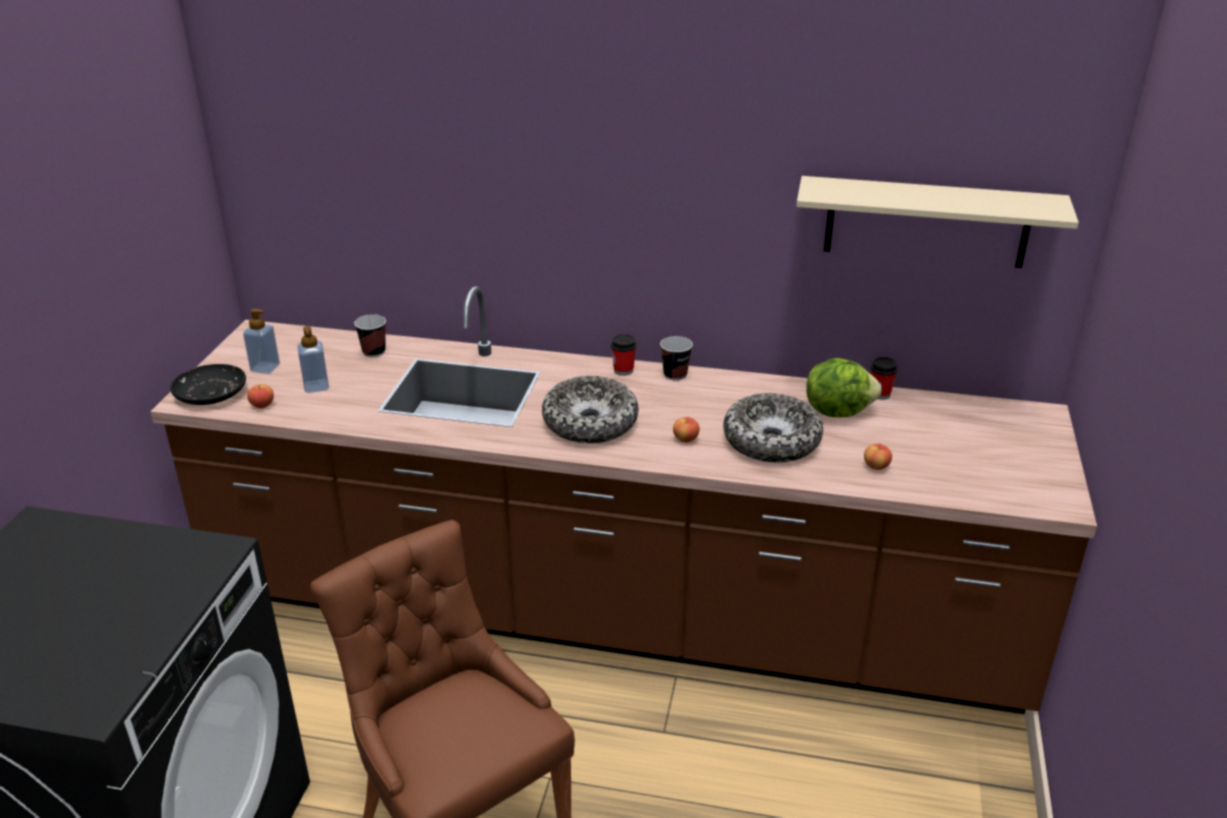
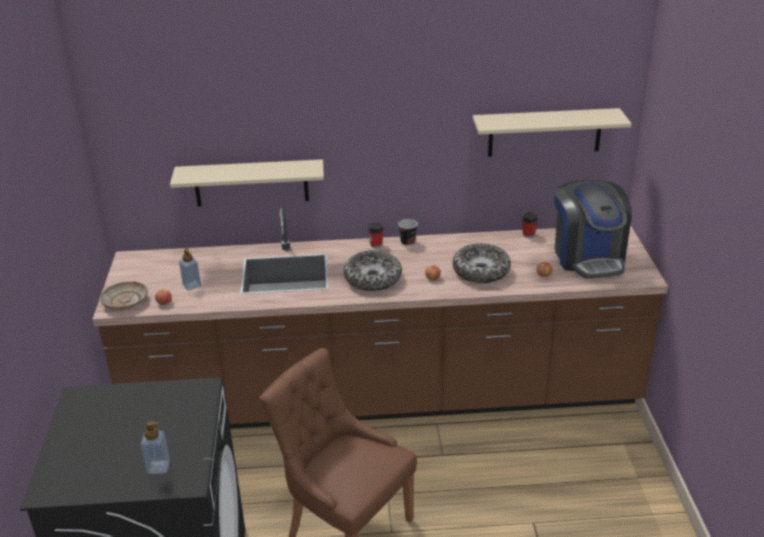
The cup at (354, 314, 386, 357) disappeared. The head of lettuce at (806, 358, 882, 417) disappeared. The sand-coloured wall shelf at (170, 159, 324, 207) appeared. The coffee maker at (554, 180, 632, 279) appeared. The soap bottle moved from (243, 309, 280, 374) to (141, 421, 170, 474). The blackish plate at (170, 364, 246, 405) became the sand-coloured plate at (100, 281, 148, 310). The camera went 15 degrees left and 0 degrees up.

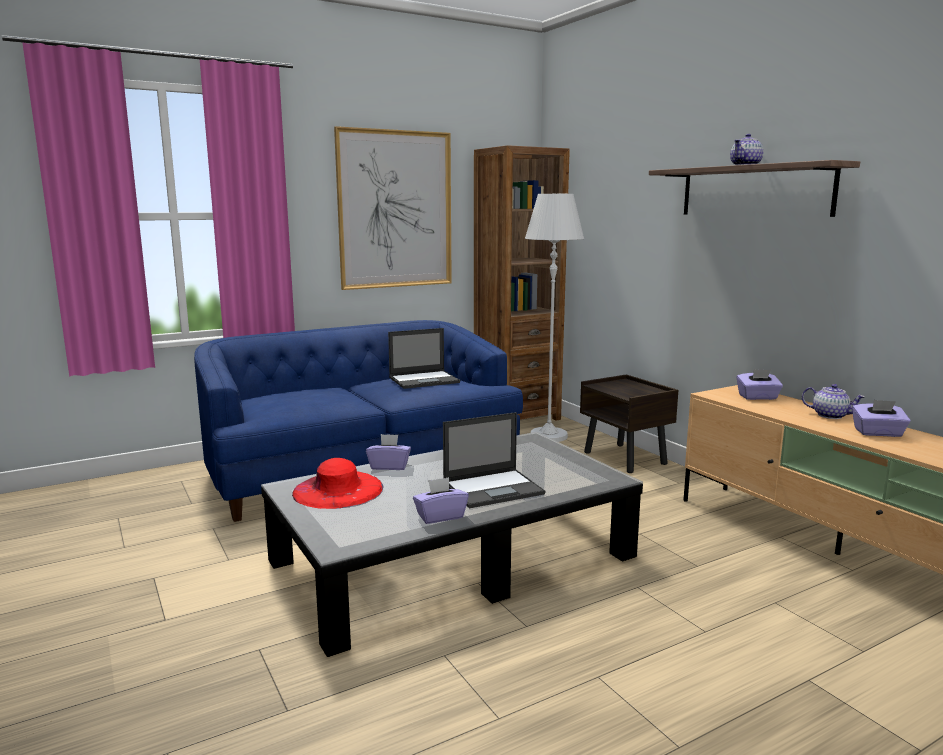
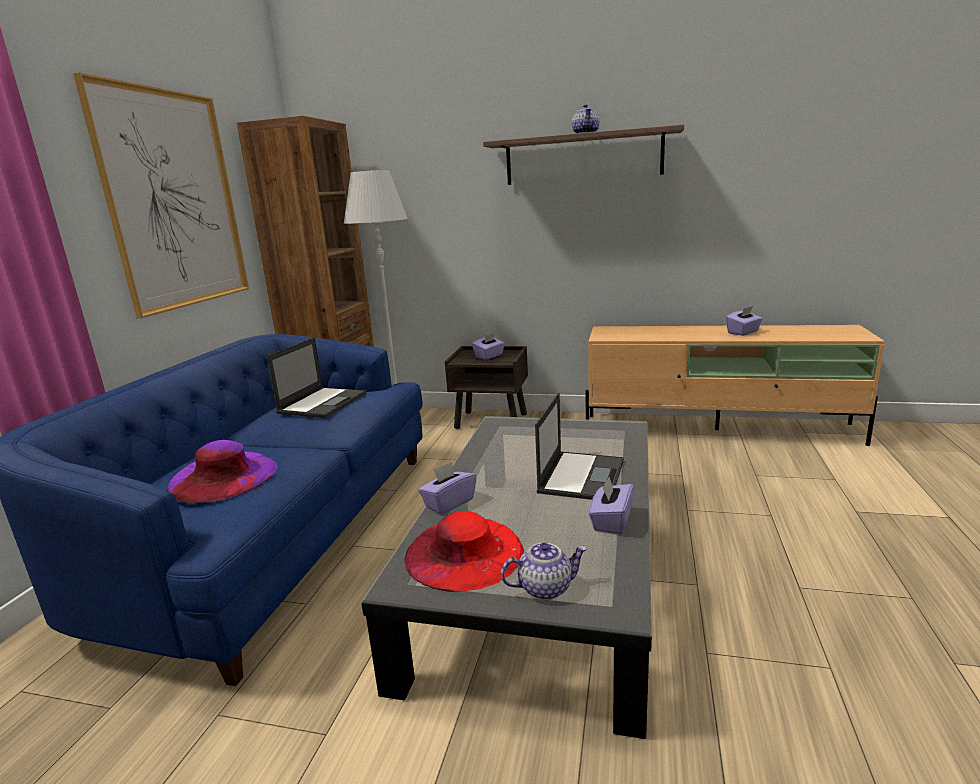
The purplish clothing hat at (167, 440, 277, 503) appeared. The purplish box of tissues moved from (736, 369, 783, 400) to (472, 333, 505, 360). The teapot moved from (802, 384, 865, 419) to (501, 543, 587, 600). The camera went 45 degrees left and 5 degrees up.

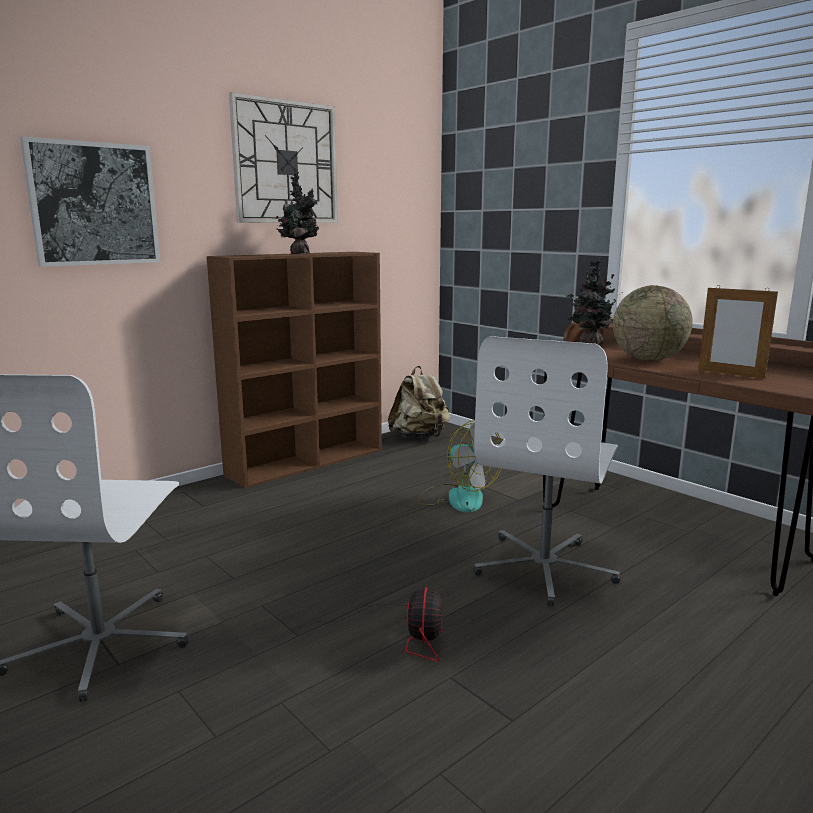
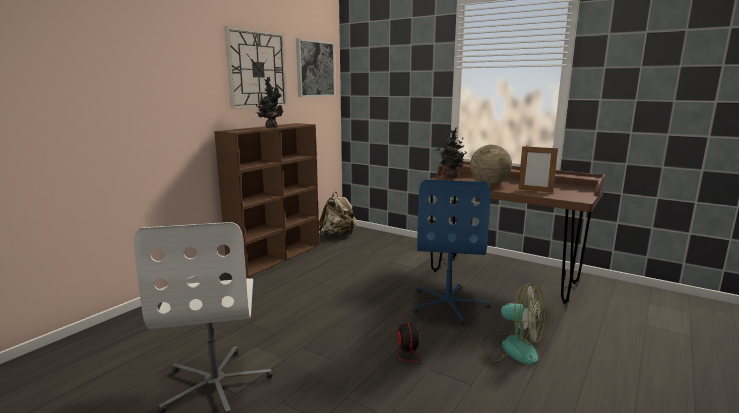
The wall art moved from (20, 136, 161, 267) to (296, 38, 335, 97). The cooling fan moved from (418, 420, 502, 512) to (478, 283, 545, 365). The whitish office chair at (473, 336, 621, 606) became the blue-coloured office chair at (412, 180, 491, 325). The camera went 15 degrees left and 0 degrees up.

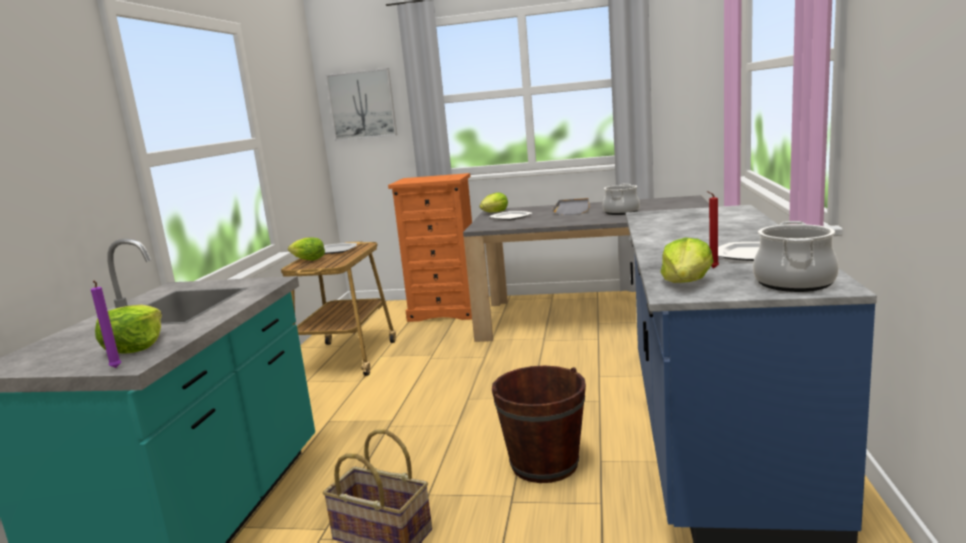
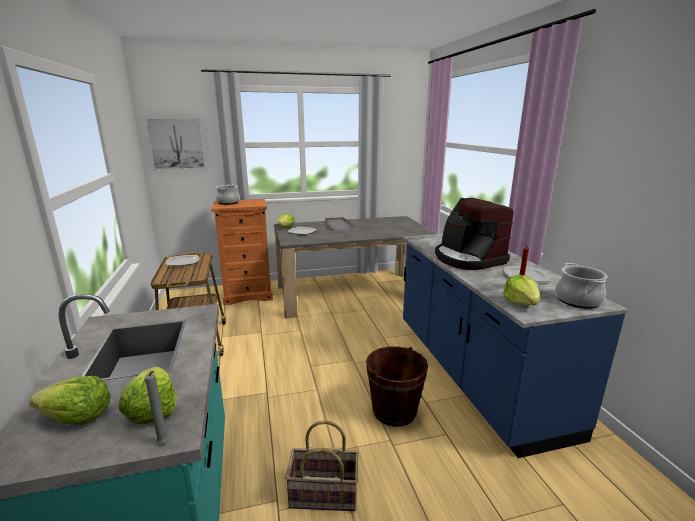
The coffee maker at (435, 198, 514, 270) appeared. The head of lettuce moved from (288, 237, 325, 261) to (29, 376, 111, 425). The cooking pot moved from (603, 183, 640, 215) to (215, 184, 240, 205). The purplish wax light at (91, 281, 121, 368) became the greyish wax light at (145, 371, 168, 443). The camera went 25 degrees left and 5 degrees up.

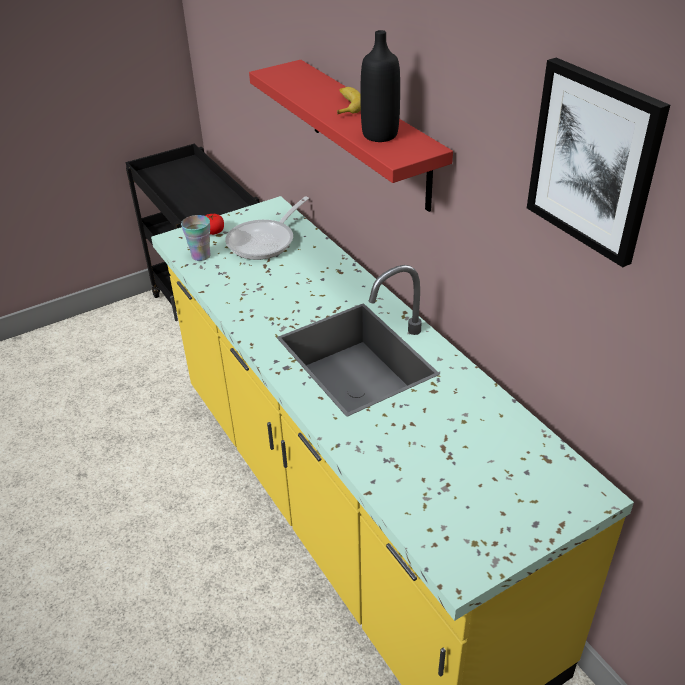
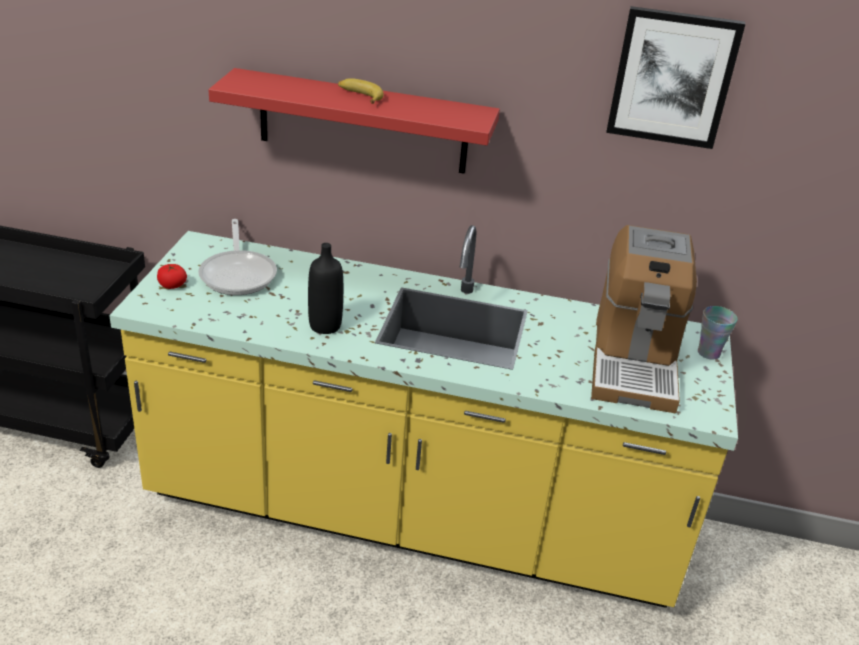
The coffee maker at (591, 225, 697, 413) appeared. The cup moved from (181, 215, 211, 261) to (698, 306, 737, 360). The blackish drink bottle moved from (360, 30, 400, 142) to (308, 243, 343, 334). The camera went 50 degrees left and 5 degrees down.

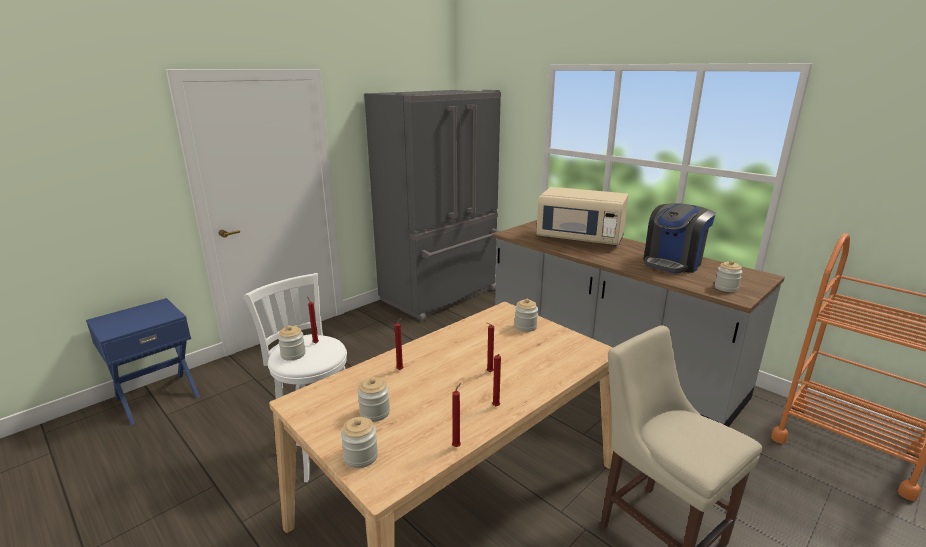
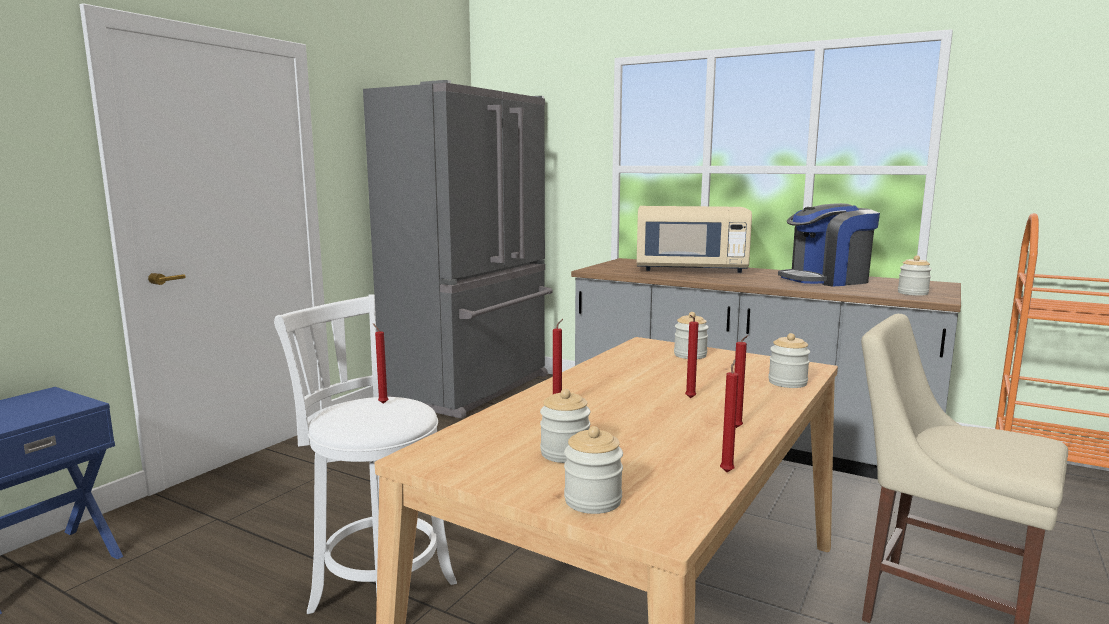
The preserve jar moved from (278, 325, 306, 361) to (768, 333, 810, 388). The coffee maker at (644, 203, 716, 273) turned 45 degrees clockwise. The camera went 15 degrees left and 10 degrees down.

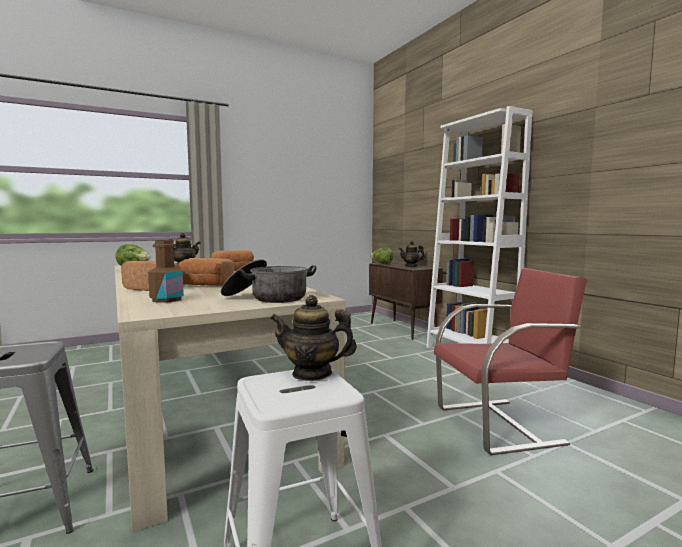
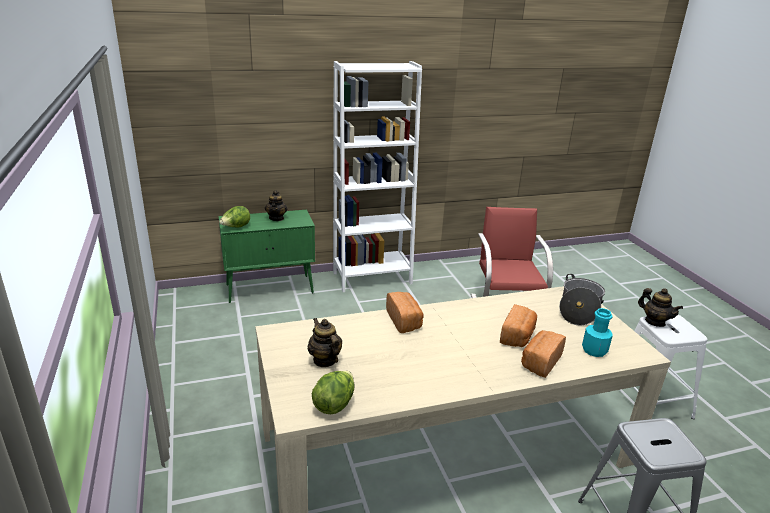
The brownish drink bottle at (148, 240, 184, 303) became the blue-green drink bottle at (582, 308, 613, 357). The brownish cupboard at (369, 262, 443, 340) became the green-coloured cupboard at (219, 210, 315, 303). The teapot at (270, 295, 357, 381) turned 60 degrees counterclockwise. The camera went 80 degrees left and 20 degrees up.

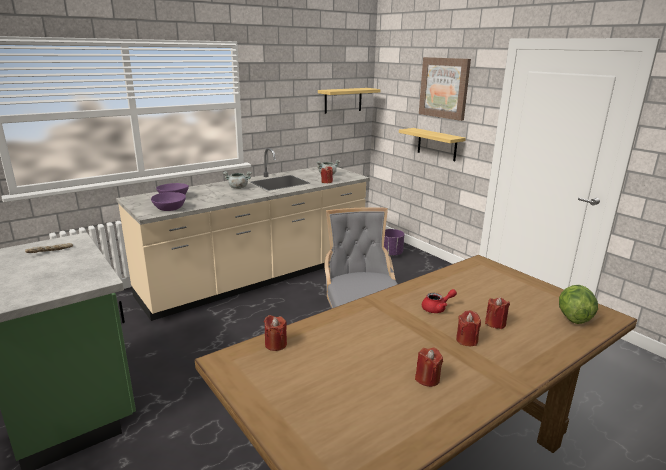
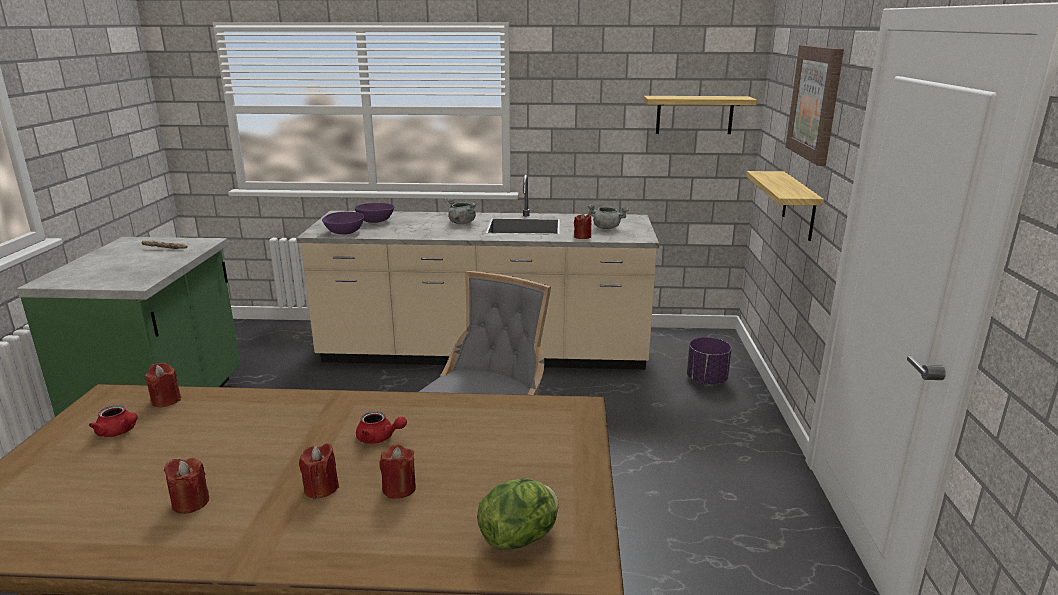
The red-coloured teapot at (89, 405, 138, 437) appeared. The camera went 40 degrees right and 0 degrees up.

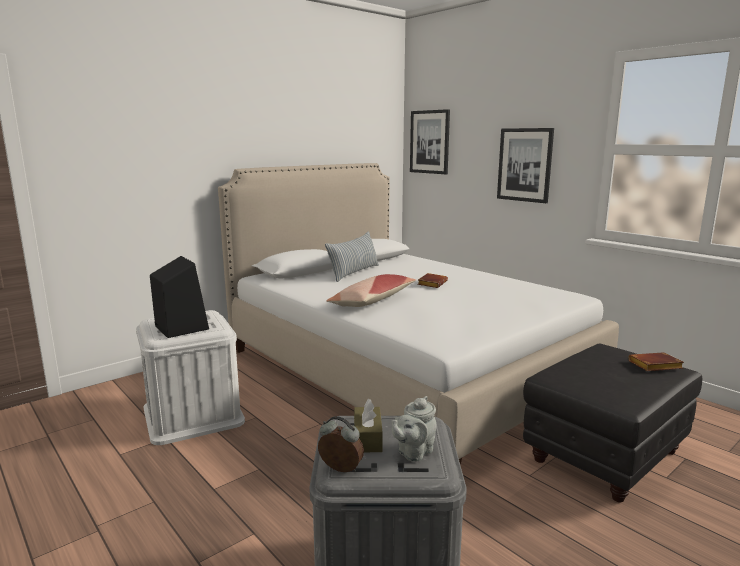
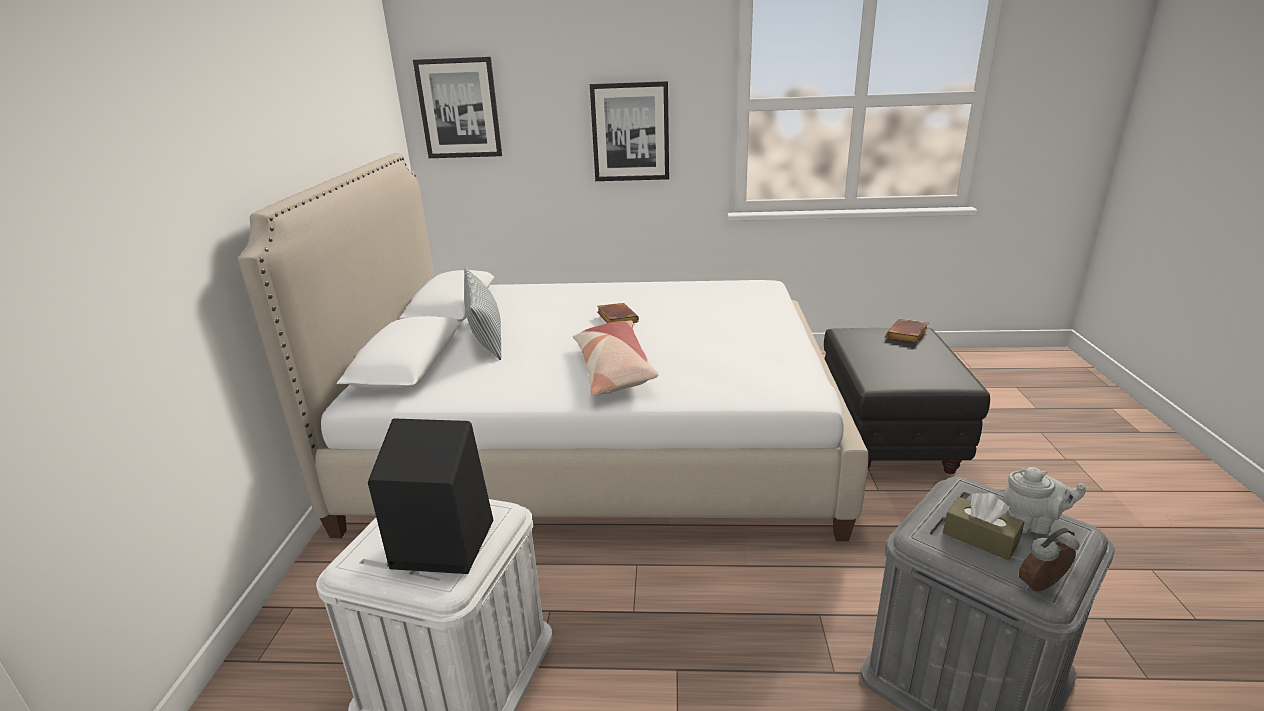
The greyish teapot at (392, 396, 436, 462) turned 75 degrees counterclockwise. The camera went 45 degrees left and 10 degrees up.

